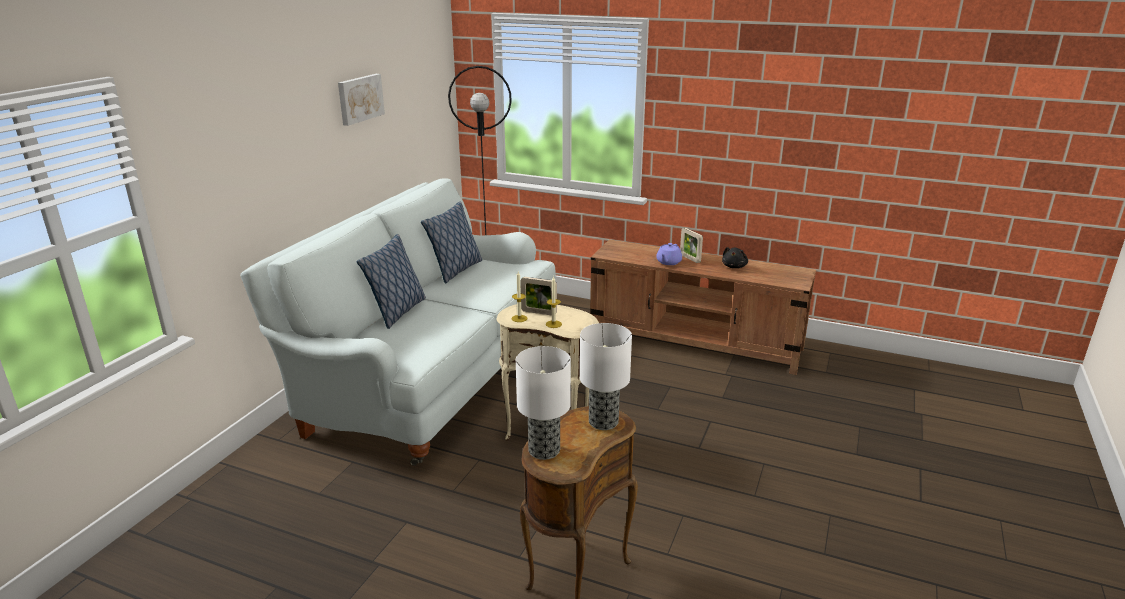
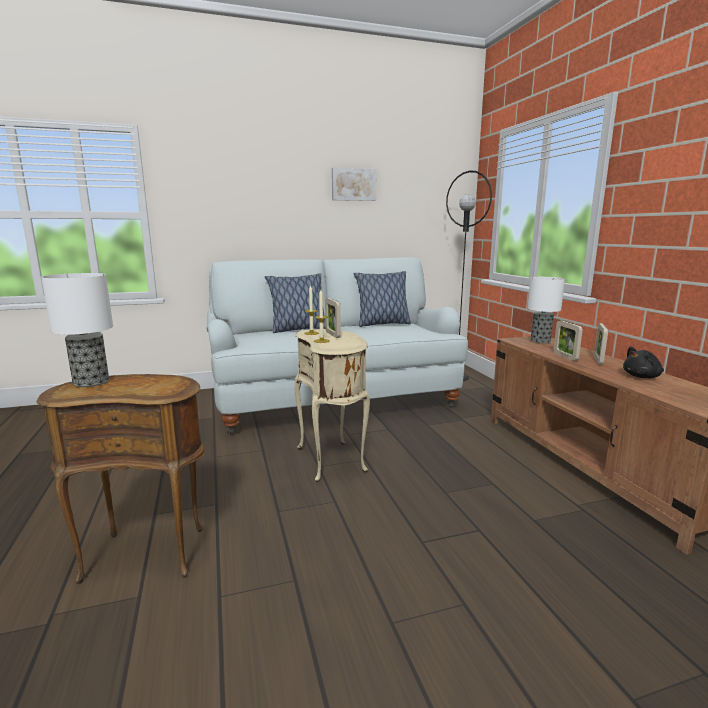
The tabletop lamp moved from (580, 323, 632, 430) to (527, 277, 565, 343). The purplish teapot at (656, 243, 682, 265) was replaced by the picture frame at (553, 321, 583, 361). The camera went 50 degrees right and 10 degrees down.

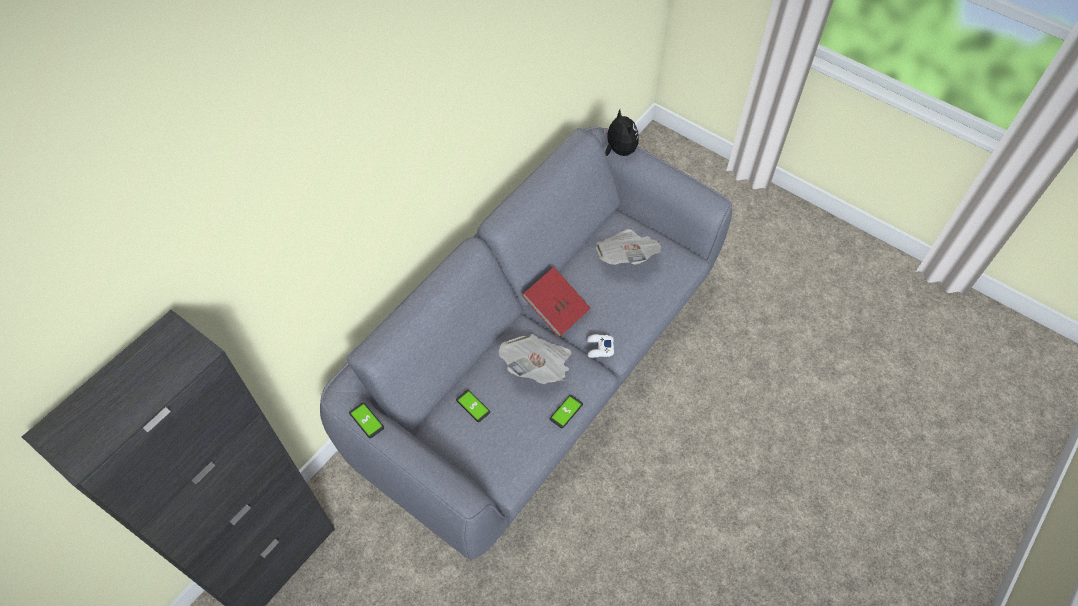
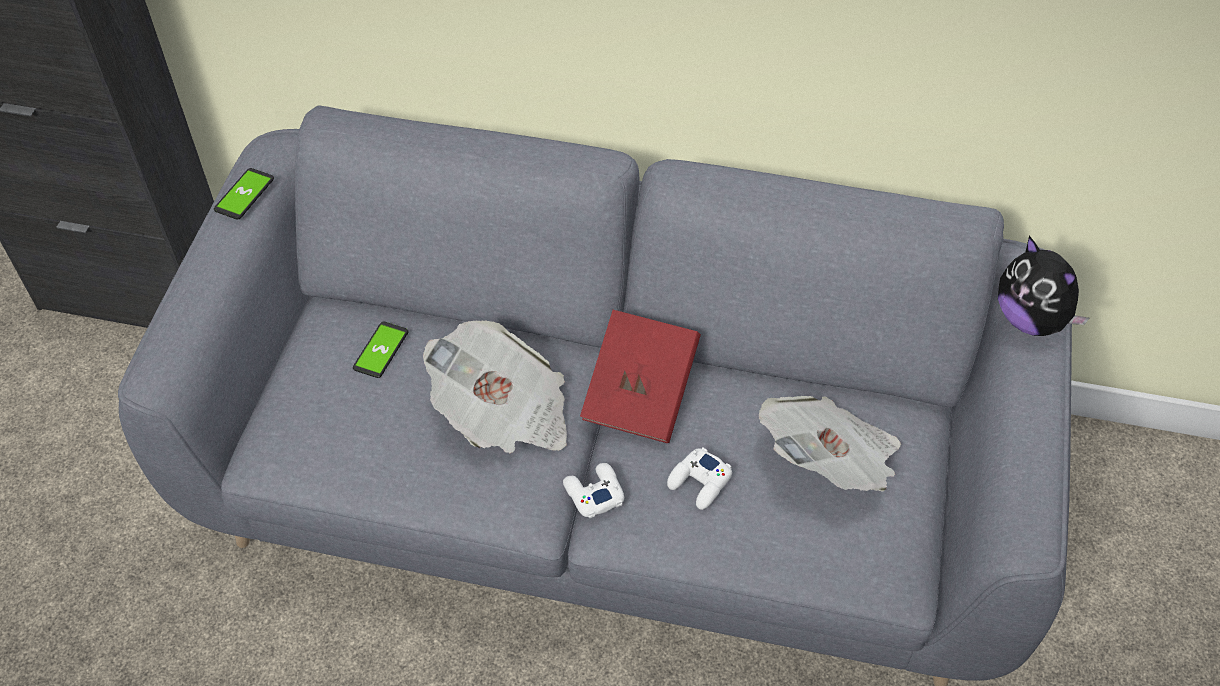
The handset at (550, 395, 583, 428) disappeared. The whitish game controller at (667, 448, 732, 510) appeared. The cuddly toy at (604, 109, 639, 156) turned 105 degrees clockwise. The camera went 65 degrees right and 5 degrees down.

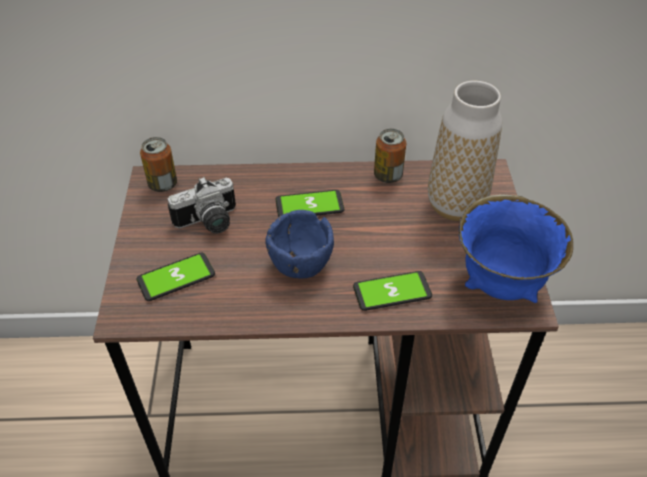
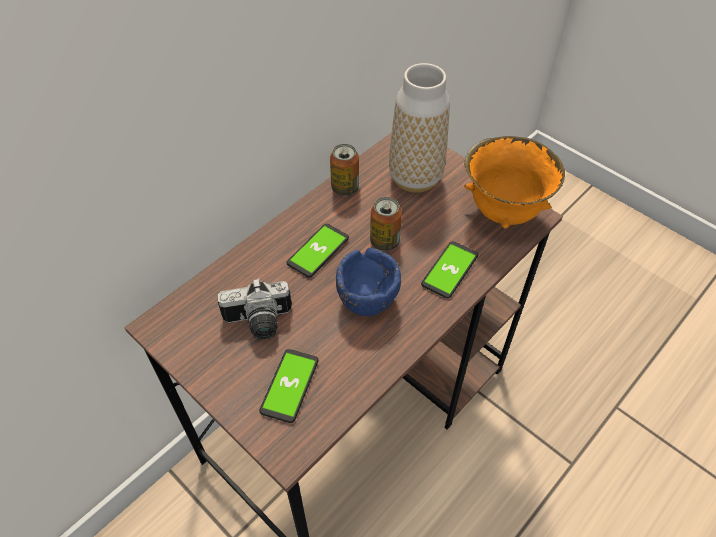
The can moved from (140, 137, 177, 192) to (370, 197, 402, 251). The blue-coloured deep dish at (459, 194, 573, 303) became the orange-coloured deep dish at (464, 136, 565, 229). The photo camera at (168, 177, 236, 234) turned 60 degrees clockwise. The camera went 45 degrees left and 5 degrees up.

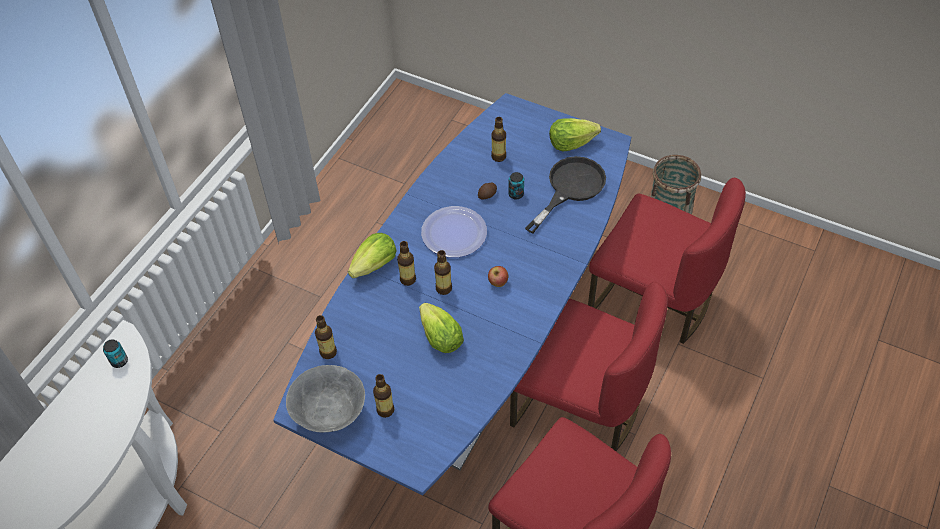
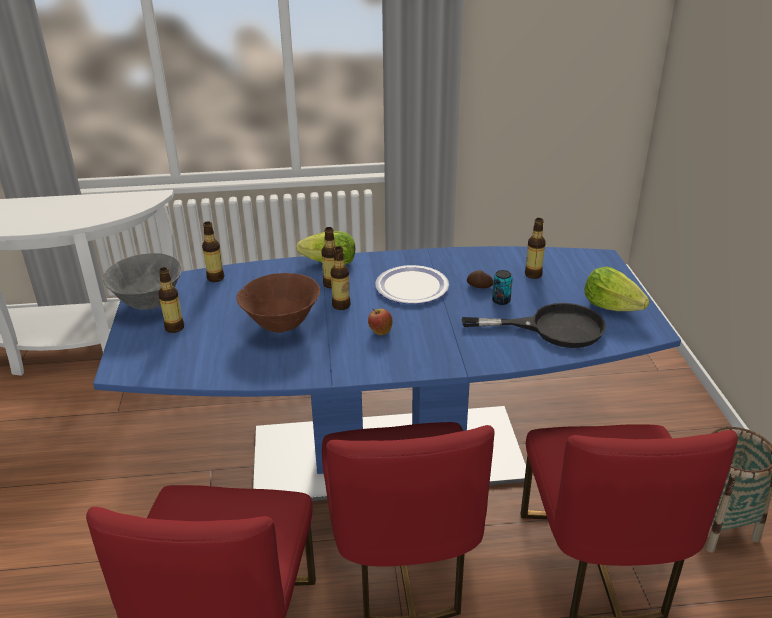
The can at (103, 339, 128, 368) disappeared. The head of lettuce at (419, 303, 464, 353) was replaced by the brownish deep dish at (236, 273, 320, 333). The camera went 55 degrees right and 20 degrees down.

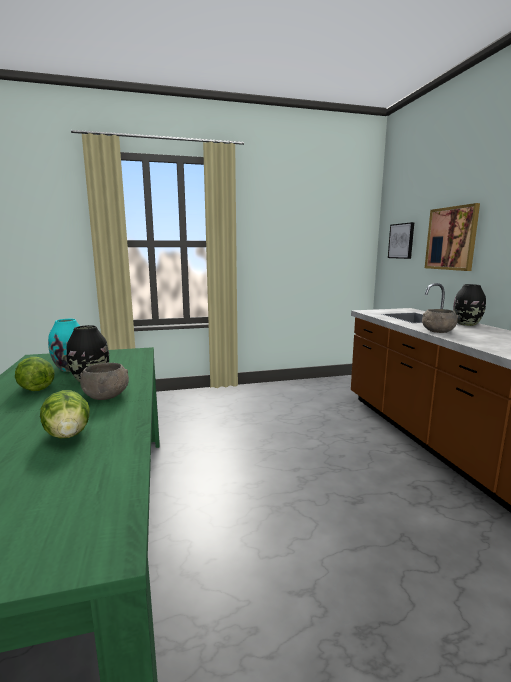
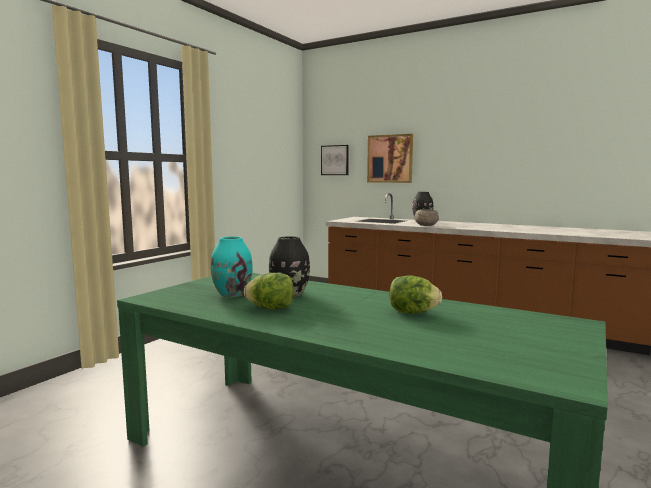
The greyish deep dish at (80, 363, 129, 400) disappeared. The camera went 45 degrees left and 5 degrees down.

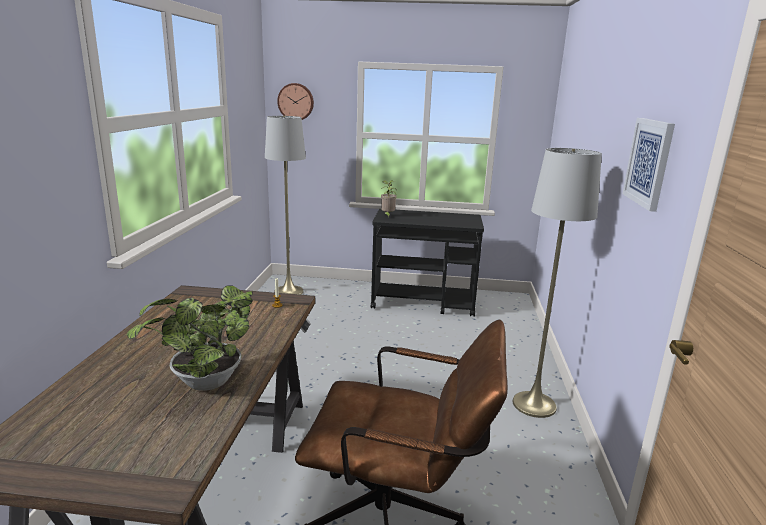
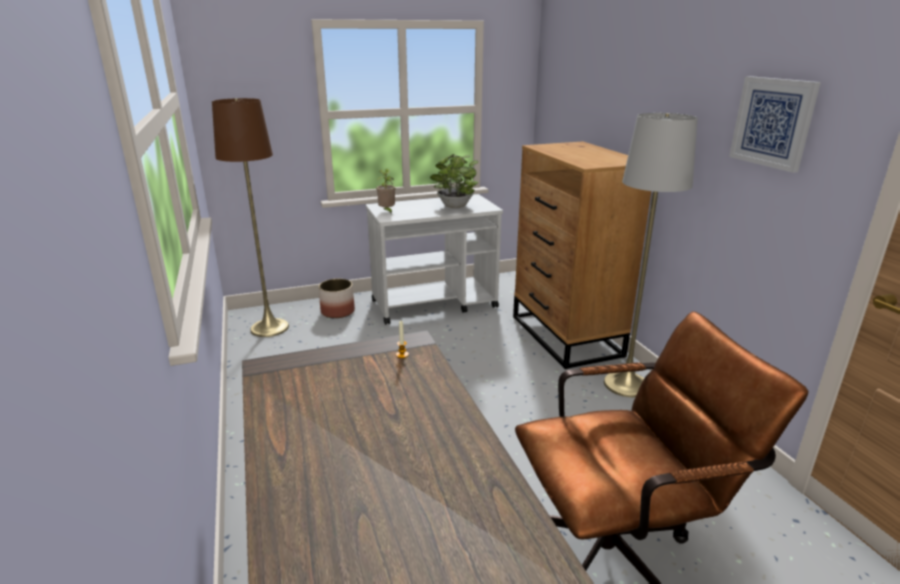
The wall clock at (277, 83, 314, 120) disappeared. The plant pot at (318, 279, 355, 318) appeared. The brownish dresser at (513, 141, 651, 369) appeared. The houseplant moved from (127, 285, 253, 391) to (430, 154, 479, 208). The greyish standing lamp at (265, 115, 306, 295) became the brownish standing lamp at (212, 98, 289, 337). The blackish cart at (371, 209, 484, 316) became the whitish cart at (366, 194, 503, 325). The camera went 25 degrees left and 5 degrees up.

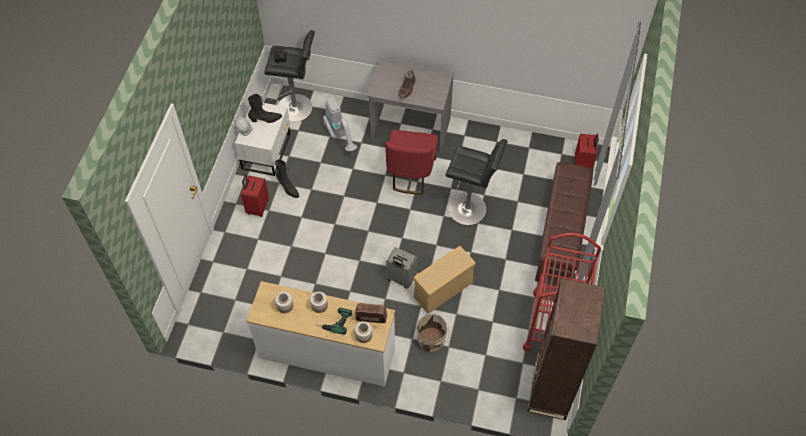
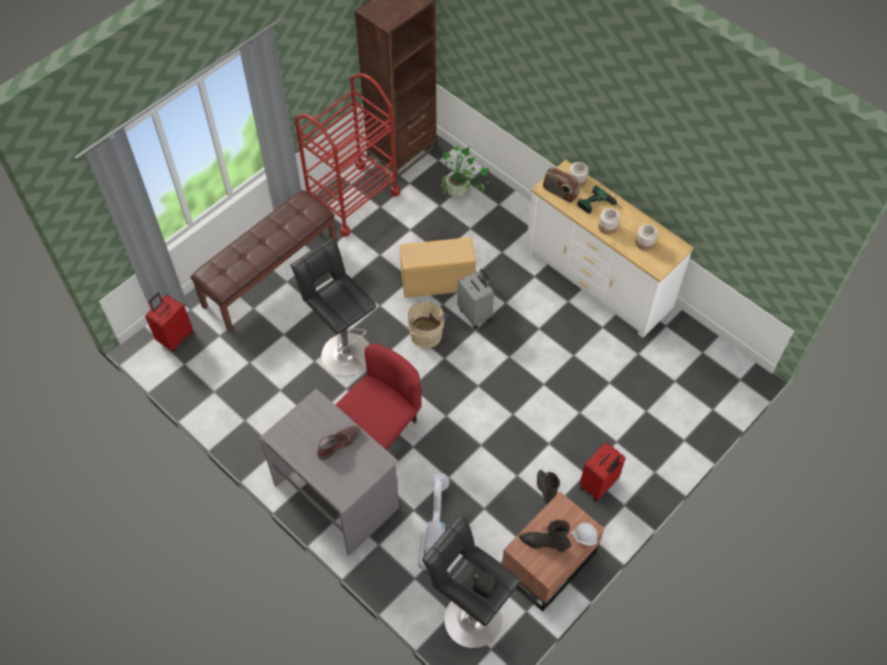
The houseplant at (441, 144, 489, 200) appeared. The sand-coloured pail moved from (416, 314, 449, 352) to (407, 301, 447, 348). The whitish bedside table at (235, 103, 291, 176) became the brownish bedside table at (502, 492, 604, 612). The camera went 150 degrees left and 0 degrees up.

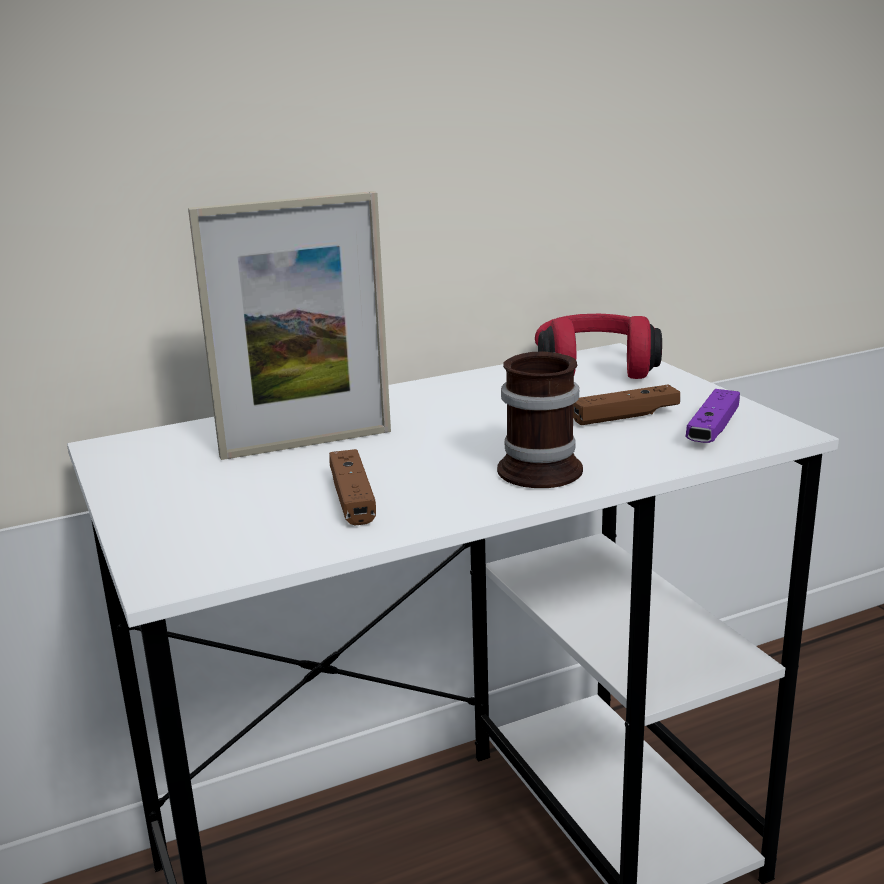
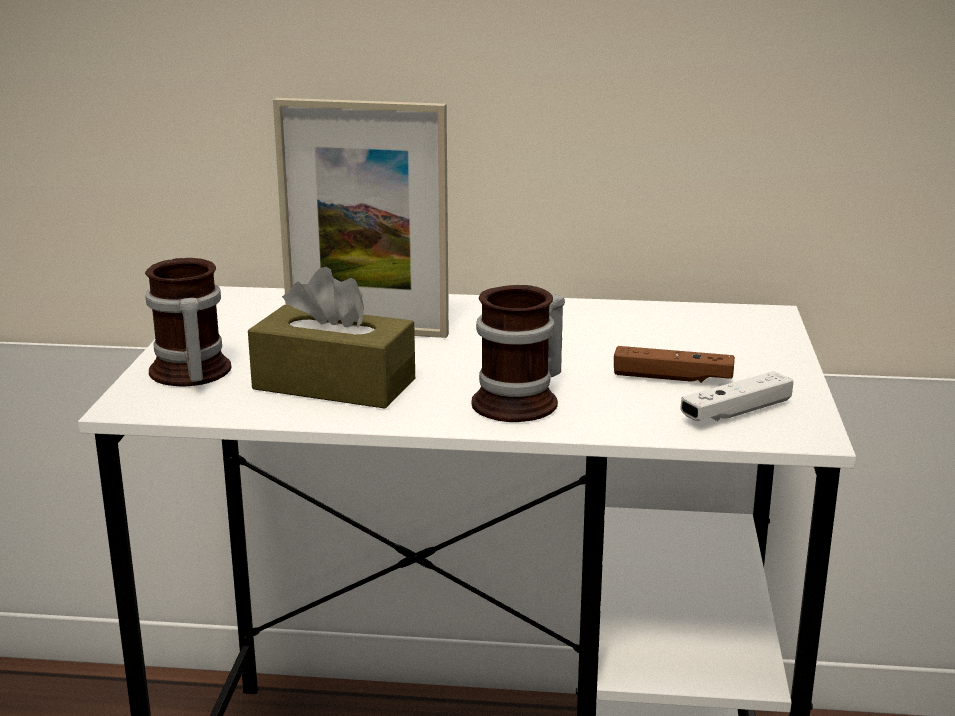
The red-coloured pair of headphones at (535, 314, 662, 379) disappeared. The coffee mug at (145, 258, 232, 386) appeared. The brownish game controller at (329, 449, 376, 526) was replaced by the brownish box of tissues at (248, 267, 415, 409). The purplish game controller at (686, 389, 740, 443) became the whitish game controller at (680, 371, 793, 421). The camera went 30 degrees right and 0 degrees up.

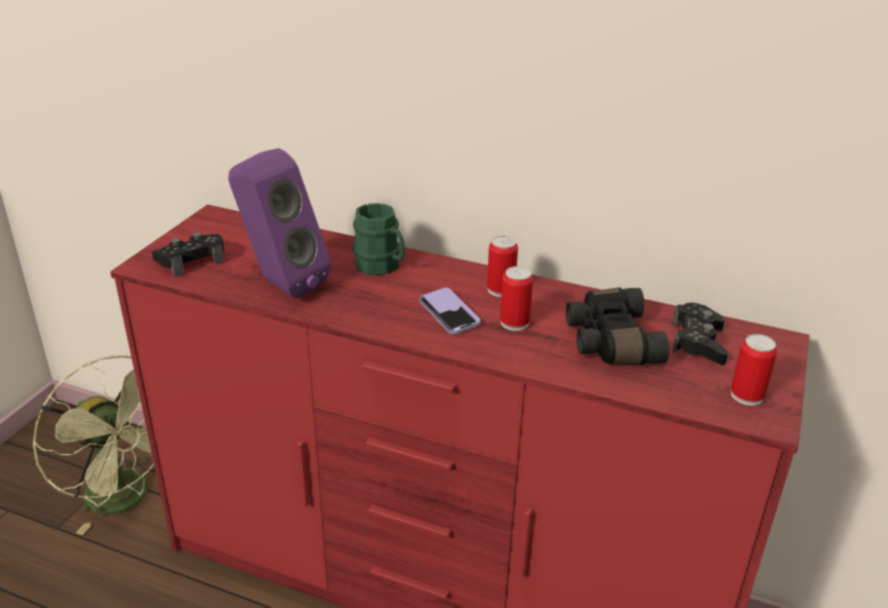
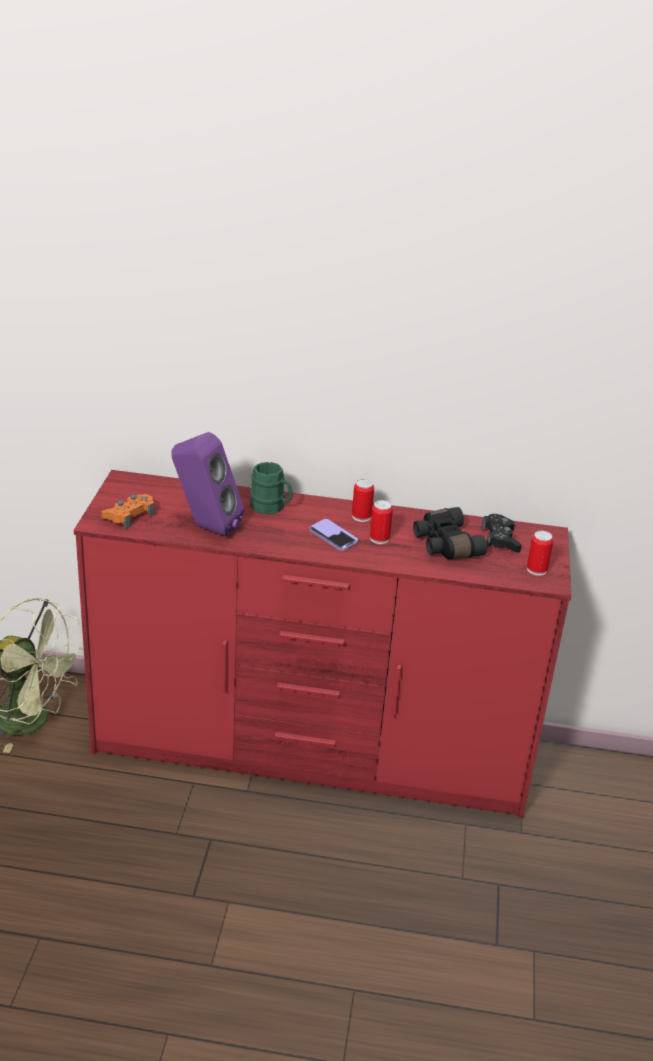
The blackish game controller at (152, 232, 224, 276) became the orange-coloured game controller at (101, 494, 155, 529). The camera went 15 degrees left and 0 degrees up.

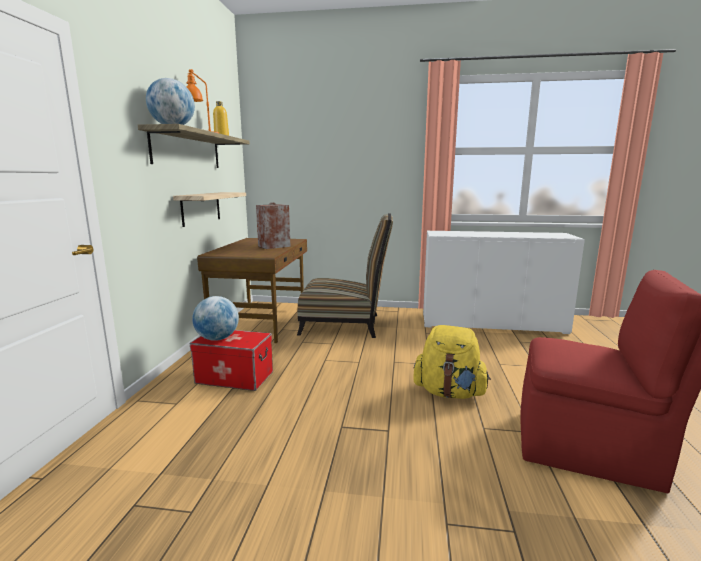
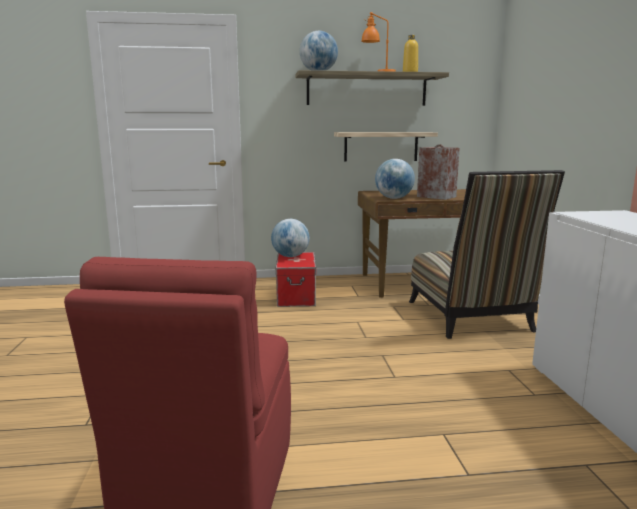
The yellow-coloured rucksack at (413, 325, 491, 399) disappeared. The desk globe at (375, 159, 415, 199) appeared. The camera went 75 degrees right and 0 degrees up.

